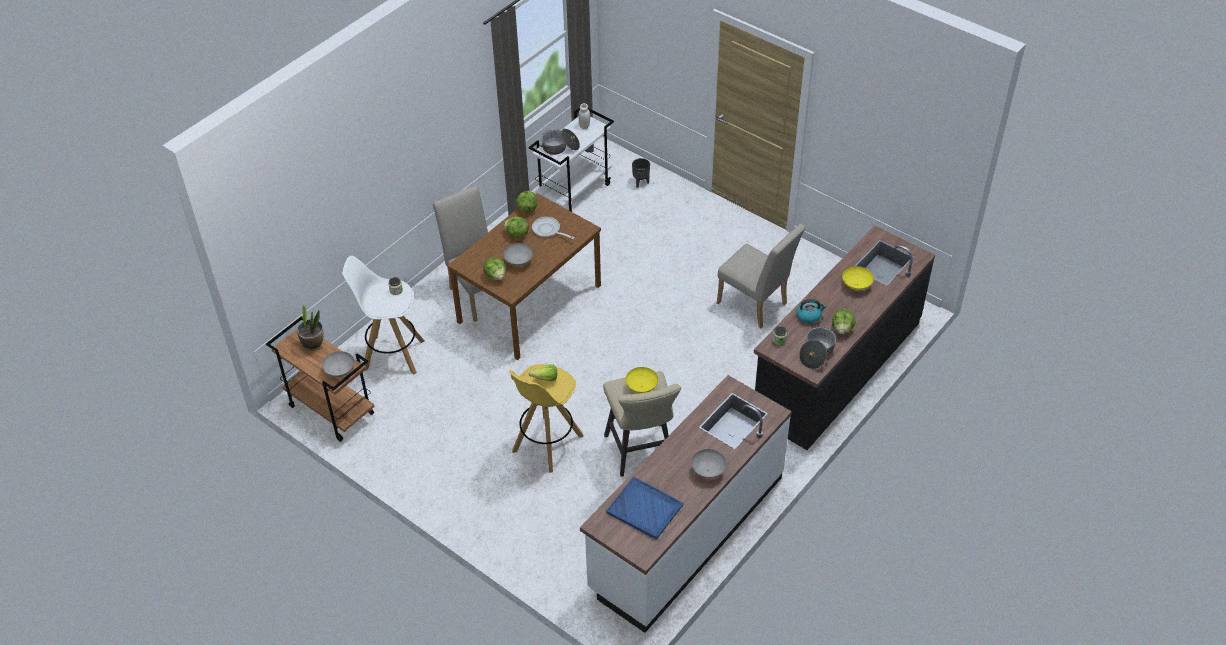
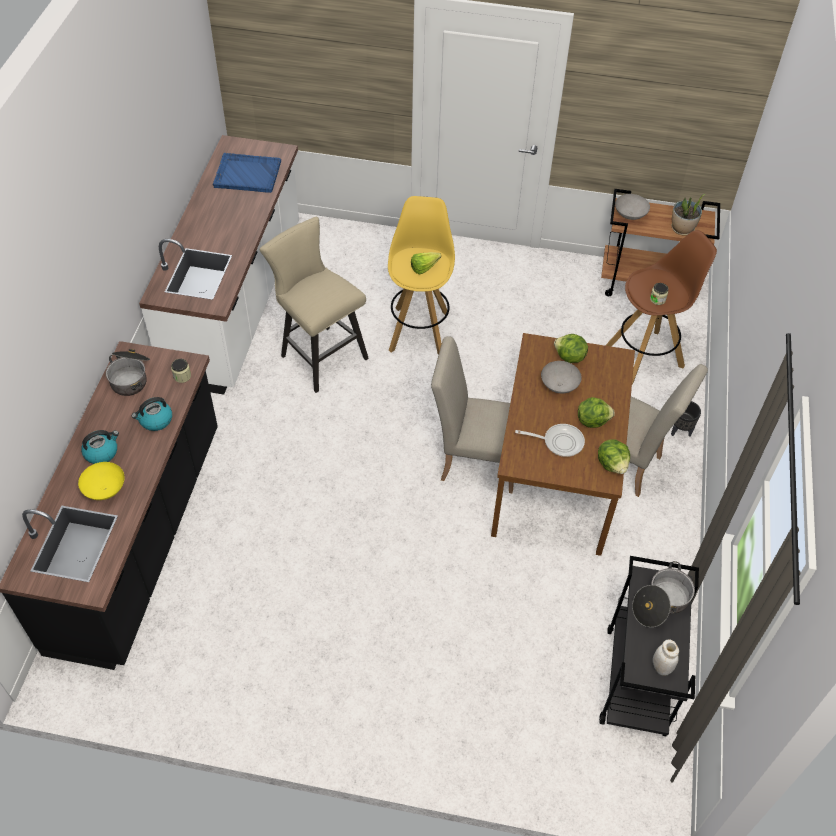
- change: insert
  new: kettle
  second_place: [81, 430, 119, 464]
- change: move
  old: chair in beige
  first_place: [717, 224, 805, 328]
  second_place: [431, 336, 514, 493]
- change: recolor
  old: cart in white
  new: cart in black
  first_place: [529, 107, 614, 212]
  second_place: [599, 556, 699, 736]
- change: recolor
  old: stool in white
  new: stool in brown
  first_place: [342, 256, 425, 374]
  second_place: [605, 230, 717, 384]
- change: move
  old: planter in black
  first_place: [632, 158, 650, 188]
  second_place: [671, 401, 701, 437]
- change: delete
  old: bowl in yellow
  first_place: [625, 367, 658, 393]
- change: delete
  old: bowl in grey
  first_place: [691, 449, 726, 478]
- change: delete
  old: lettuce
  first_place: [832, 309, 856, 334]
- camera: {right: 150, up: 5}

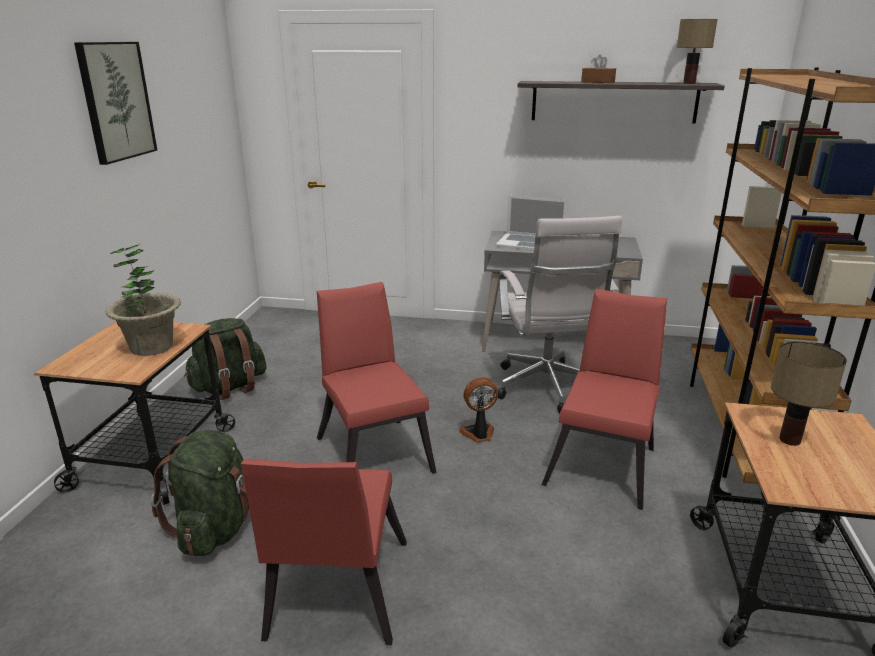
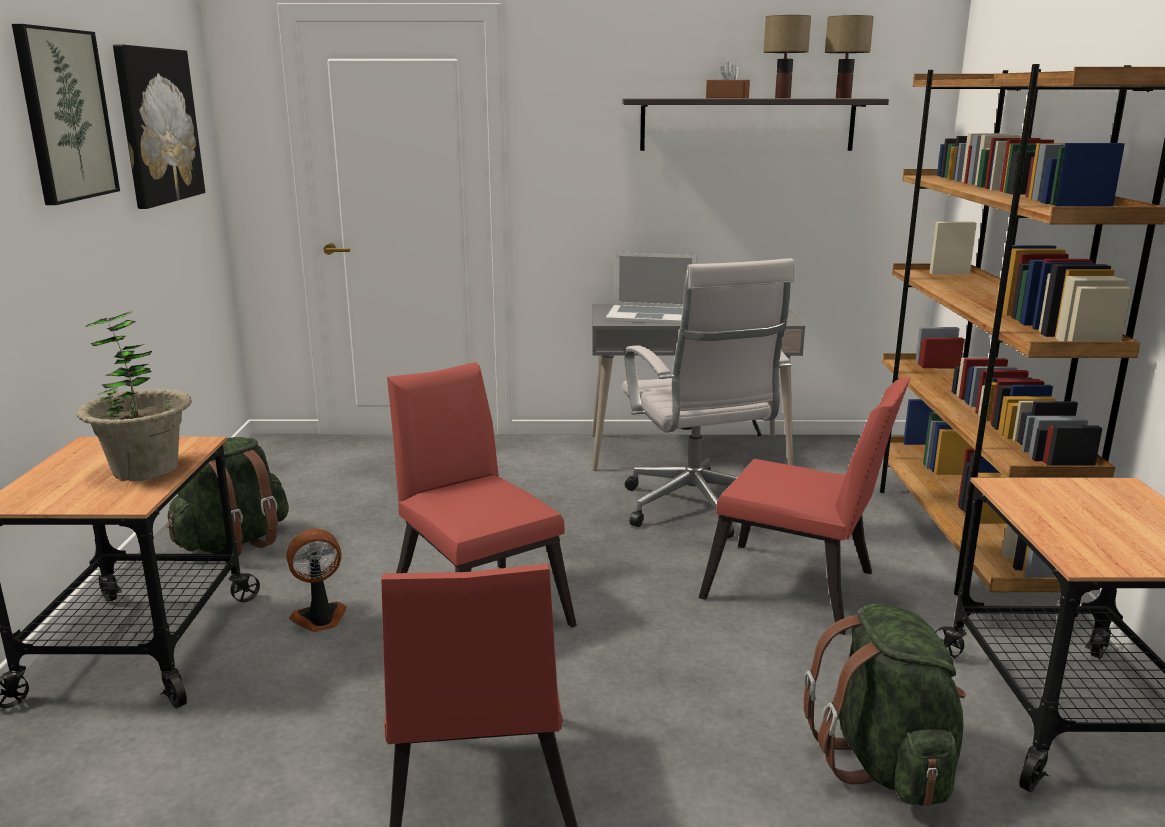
- change: insert
  new: picture
  second_place: [113, 45, 205, 209]
- change: move
  old: fan
  first_place: [459, 377, 498, 443]
  second_place: [286, 529, 346, 632]
- change: rotate
  old: chair in red
  first_place: [542, 288, 667, 510]
  second_place: [699, 377, 910, 635]
  degrees: 105
- change: move
  old: table lamp
  first_place: [771, 341, 847, 446]
  second_place: [763, 15, 811, 98]
- change: move
  old: backpack in green
  first_place: [151, 430, 249, 556]
  second_place: [804, 604, 966, 807]
- camera: {right: -10, up: -5}

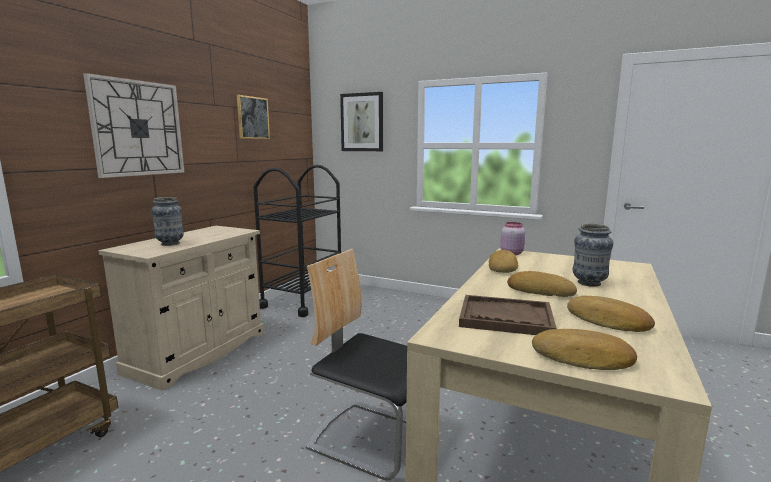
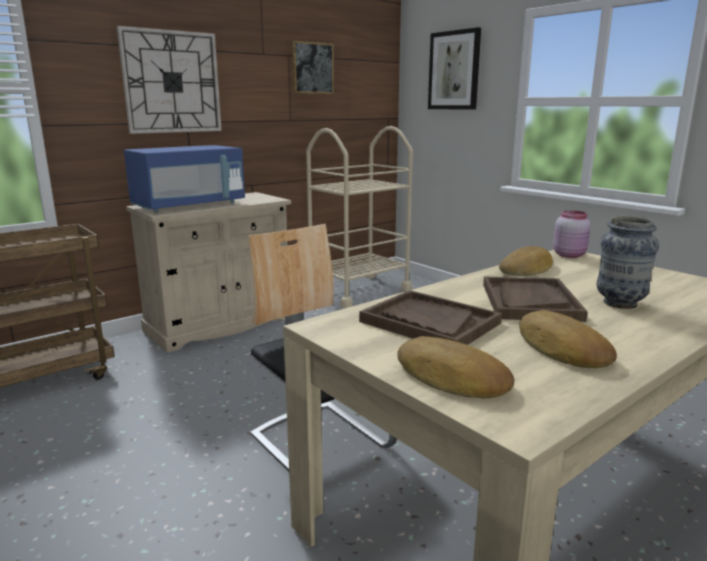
- change: replace
  old: vase
  new: microwave in blue
  first_place: [151, 197, 184, 246]
  second_place: [124, 145, 245, 213]
- change: recolor
  old: cart in black
  new: cart in beige
  first_place: [253, 165, 341, 317]
  second_place: [306, 126, 413, 308]
- change: replace
  old: bread
  new: tray in brown
  first_place: [507, 271, 577, 297]
  second_place: [483, 276, 588, 322]
- camera: {right: 25, up: 5}

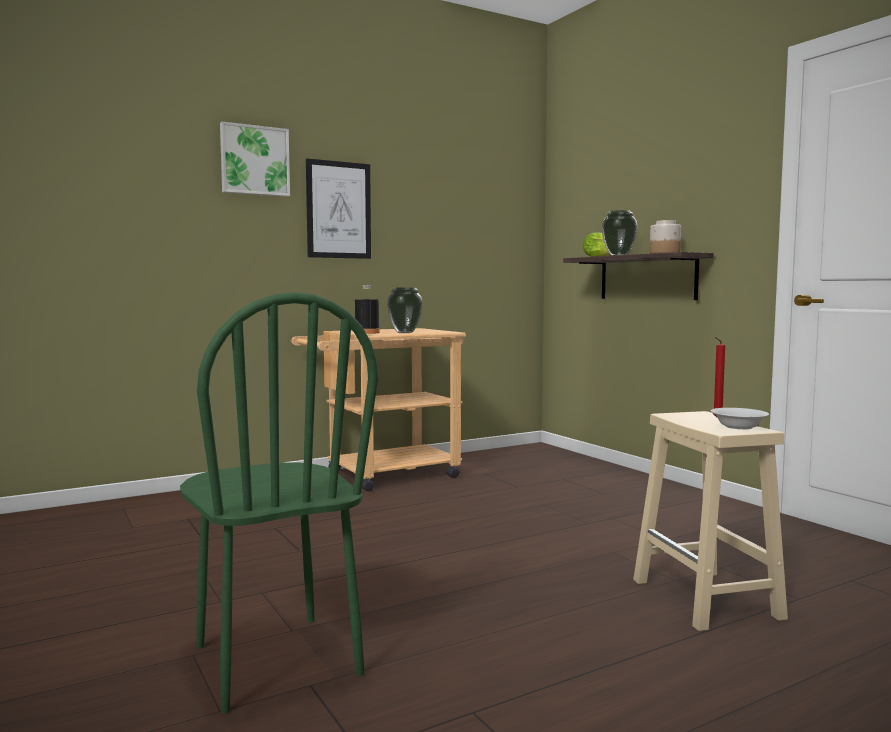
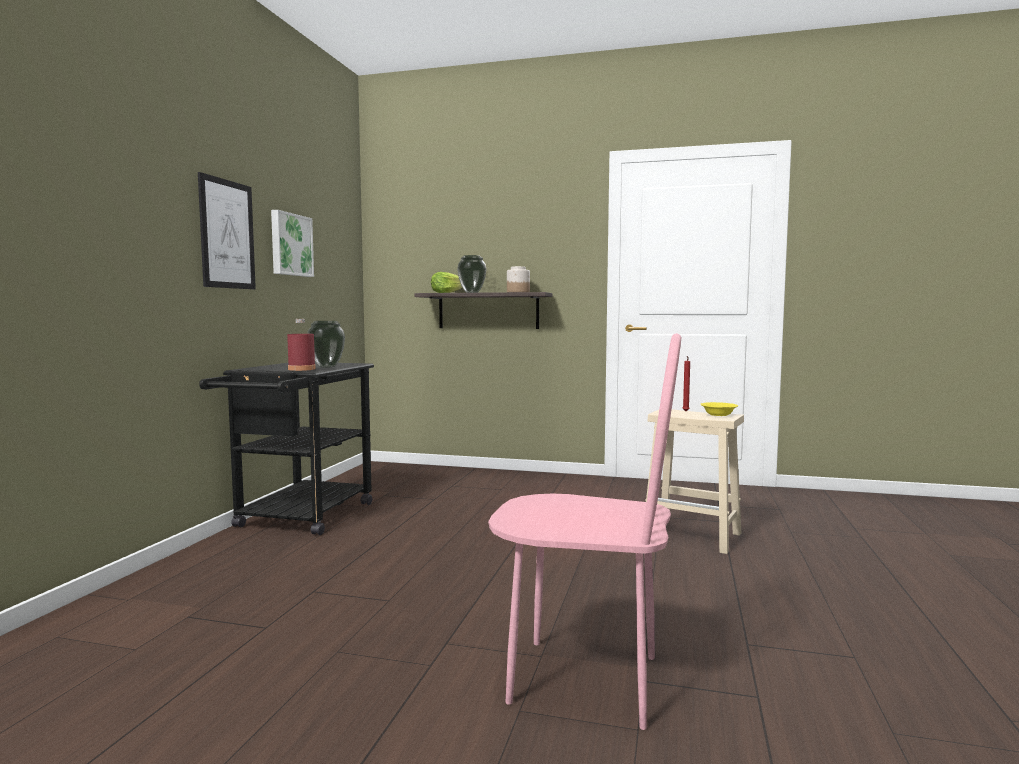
- change: recolor
  old: cart in beige
  new: cart in black
  first_place: [291, 328, 466, 492]
  second_place: [199, 363, 374, 535]
- change: move
  old: picture
  first_place: [220, 122, 290, 197]
  second_place: [271, 210, 314, 277]
- change: recolor
  old: bottle in black
  new: bottle in red
  first_place: [355, 285, 380, 334]
  second_place: [287, 319, 316, 371]
- change: recolor
  old: chair in green
  new: chair in pink
  first_place: [180, 292, 378, 714]
  second_place: [488, 333, 681, 730]
- change: recolor
  old: bowl in white
  new: bowl in yellow
  first_place: [711, 408, 769, 430]
  second_place: [700, 402, 738, 416]
- camera: {right: -45, up: 0}

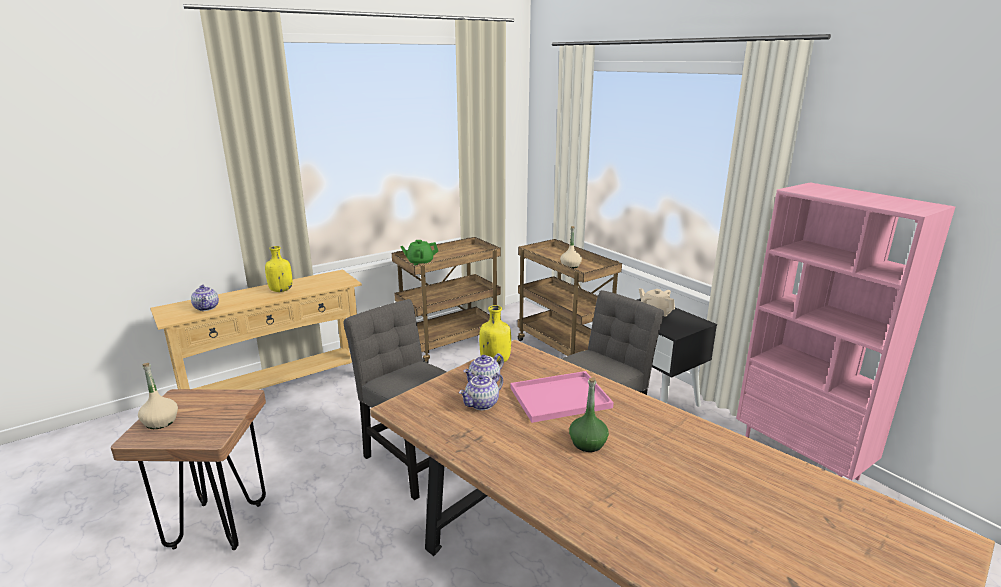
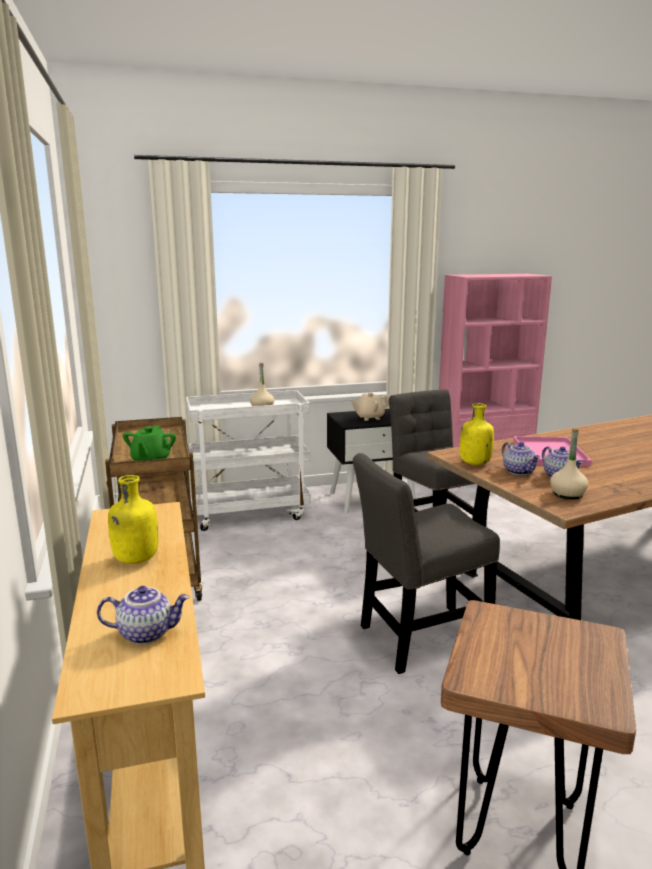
- change: recolor
  old: cart in brown
  new: cart in white
  first_place: [517, 239, 622, 356]
  second_place: [186, 390, 311, 531]
- change: move
  old: bottle in beige
  first_place: [138, 363, 178, 429]
  second_place: [550, 428, 589, 499]
- change: delete
  old: bottle in green
  first_place: [569, 377, 609, 452]
- camera: {right: -70, up: -5}

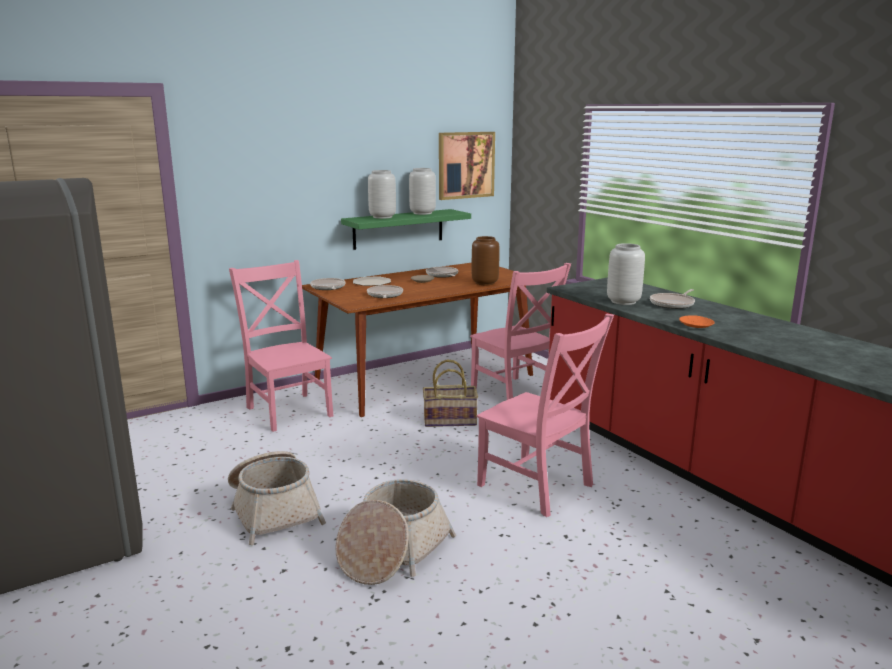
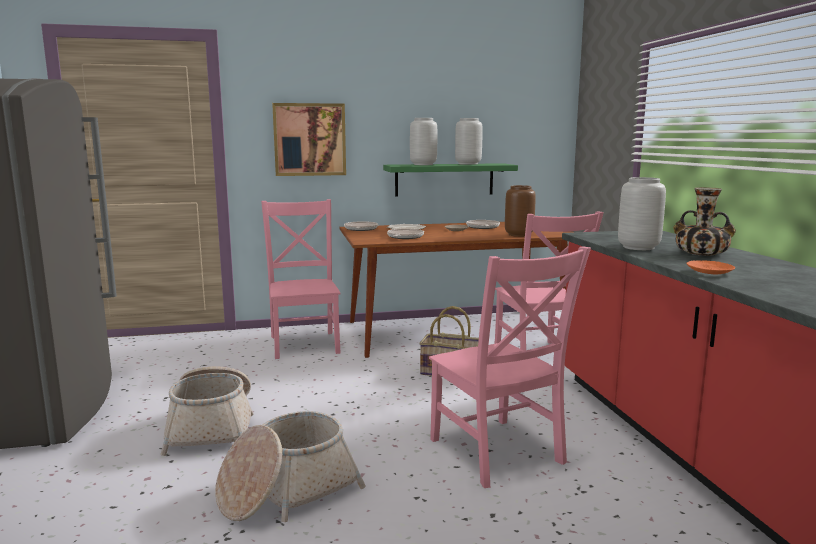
- change: move
  old: picture
  first_place: [439, 132, 495, 200]
  second_place: [272, 103, 346, 176]
- change: replace
  old: frying pan
  new: vase
  first_place: [650, 289, 695, 309]
  second_place: [673, 187, 736, 256]
- camera: {right: 20, up: -5}

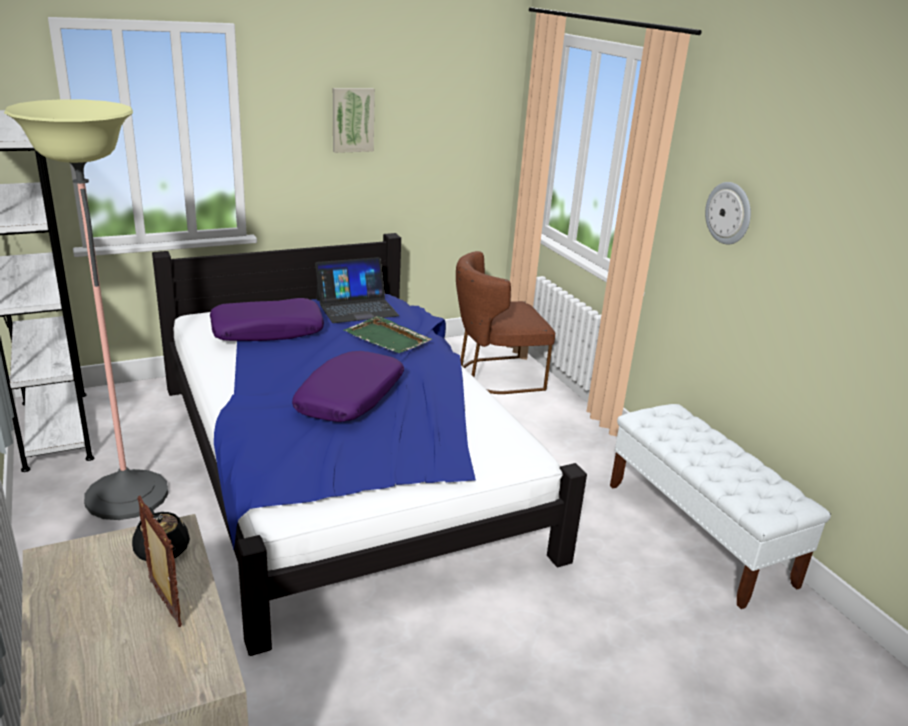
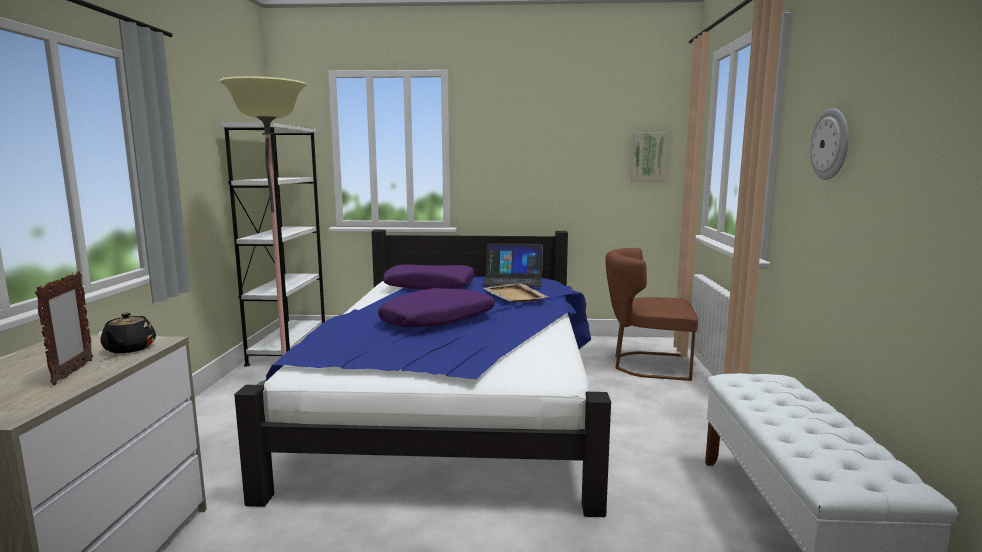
- change: recolor
  old: tray in green
  new: tray in beige
  first_place: [343, 316, 432, 353]
  second_place: [484, 283, 548, 302]
- change: move
  old: picture
  first_place: [333, 88, 375, 153]
  second_place: [631, 132, 668, 182]
- camera: {right: 30, up: -15}

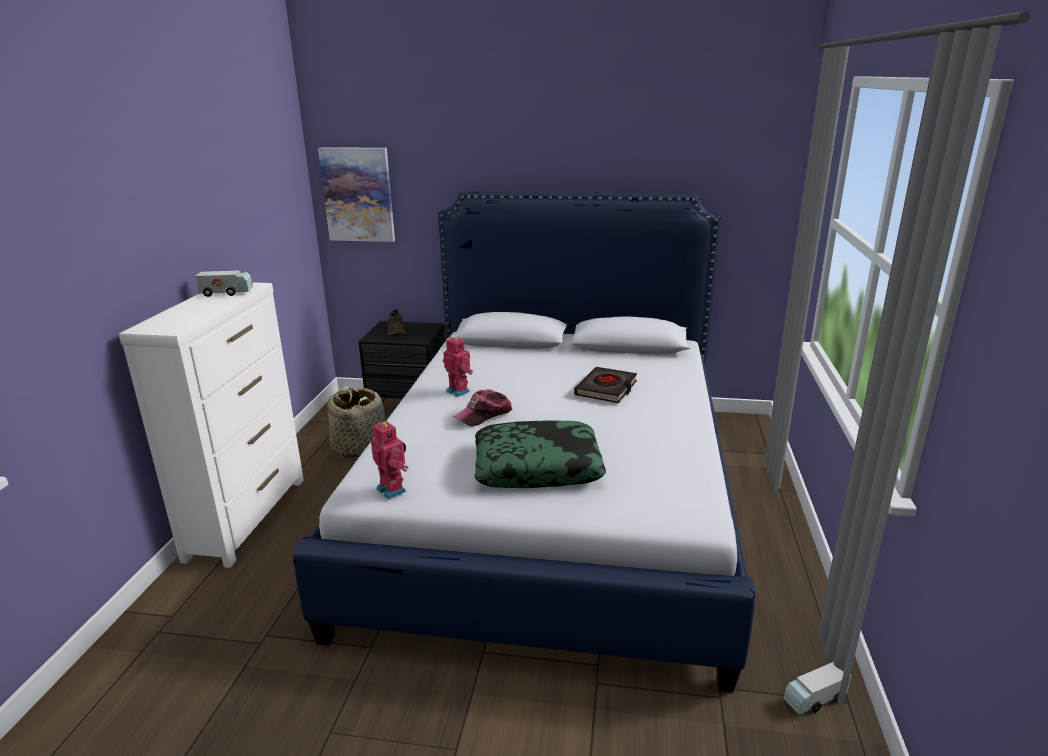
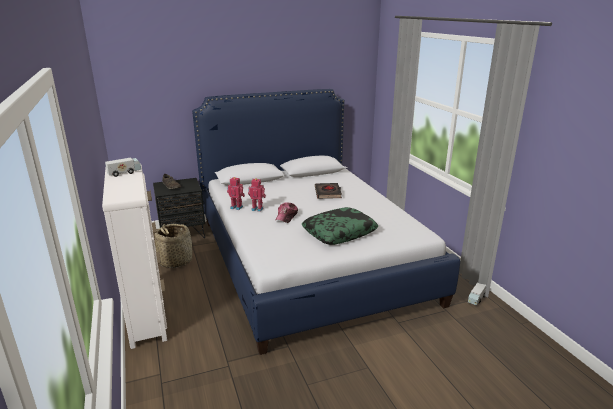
- change: move
  old: toy robot
  first_place: [371, 420, 408, 499]
  second_place: [227, 177, 245, 210]
- change: delete
  old: picture
  first_place: [318, 148, 395, 242]
- camera: {right: -30, up: 0}

